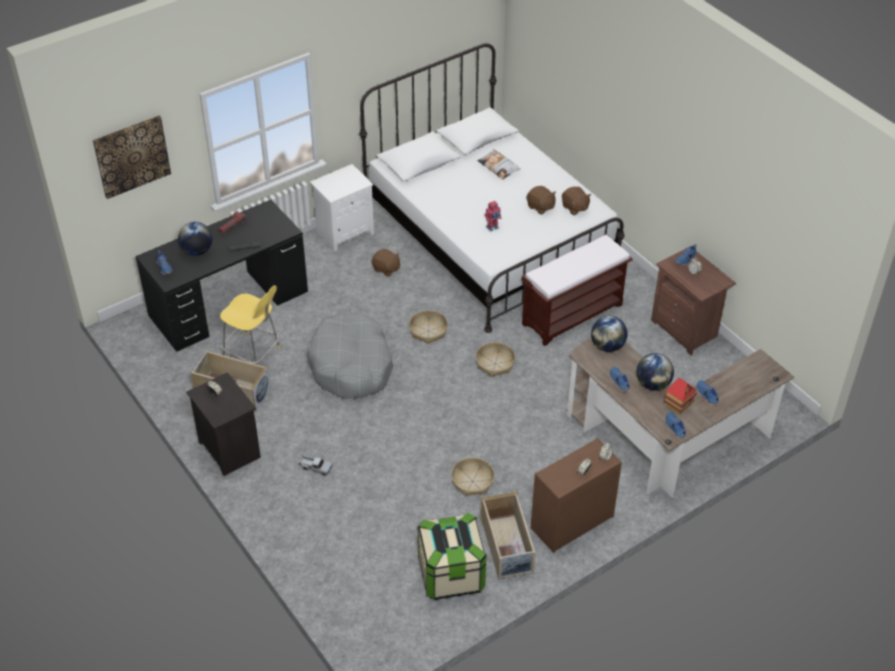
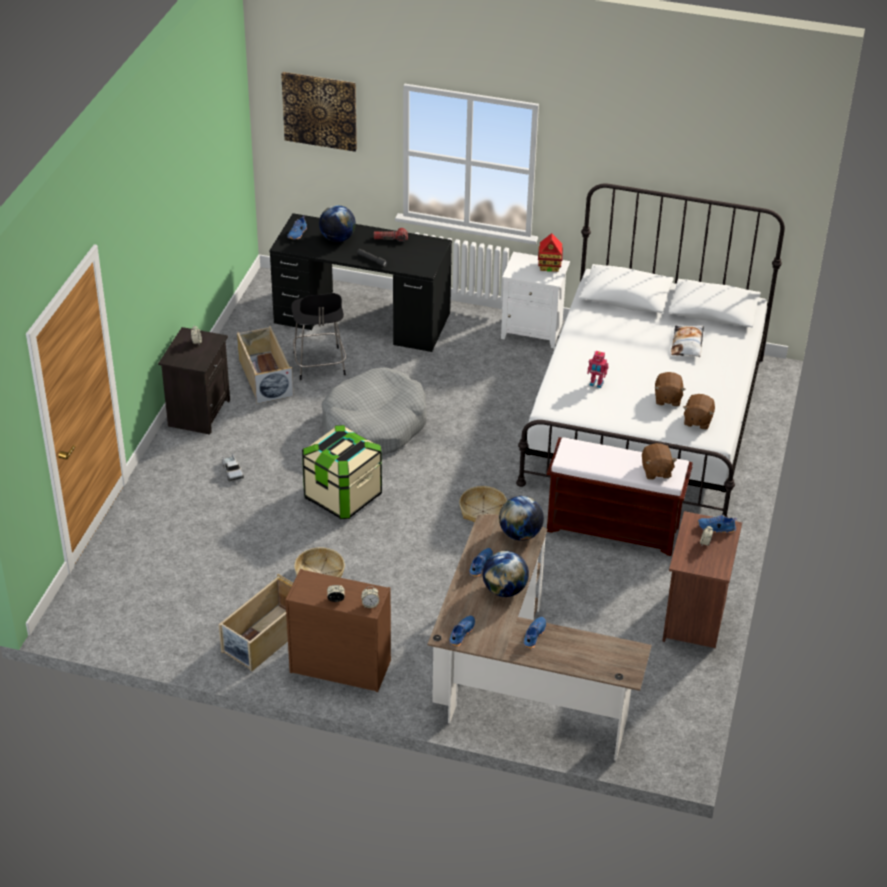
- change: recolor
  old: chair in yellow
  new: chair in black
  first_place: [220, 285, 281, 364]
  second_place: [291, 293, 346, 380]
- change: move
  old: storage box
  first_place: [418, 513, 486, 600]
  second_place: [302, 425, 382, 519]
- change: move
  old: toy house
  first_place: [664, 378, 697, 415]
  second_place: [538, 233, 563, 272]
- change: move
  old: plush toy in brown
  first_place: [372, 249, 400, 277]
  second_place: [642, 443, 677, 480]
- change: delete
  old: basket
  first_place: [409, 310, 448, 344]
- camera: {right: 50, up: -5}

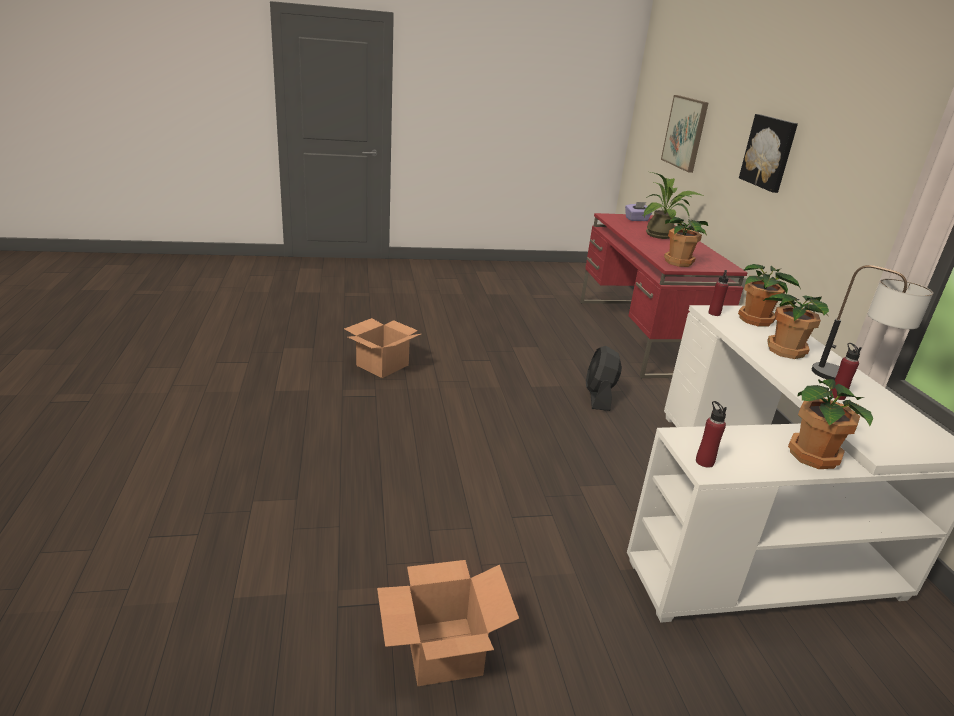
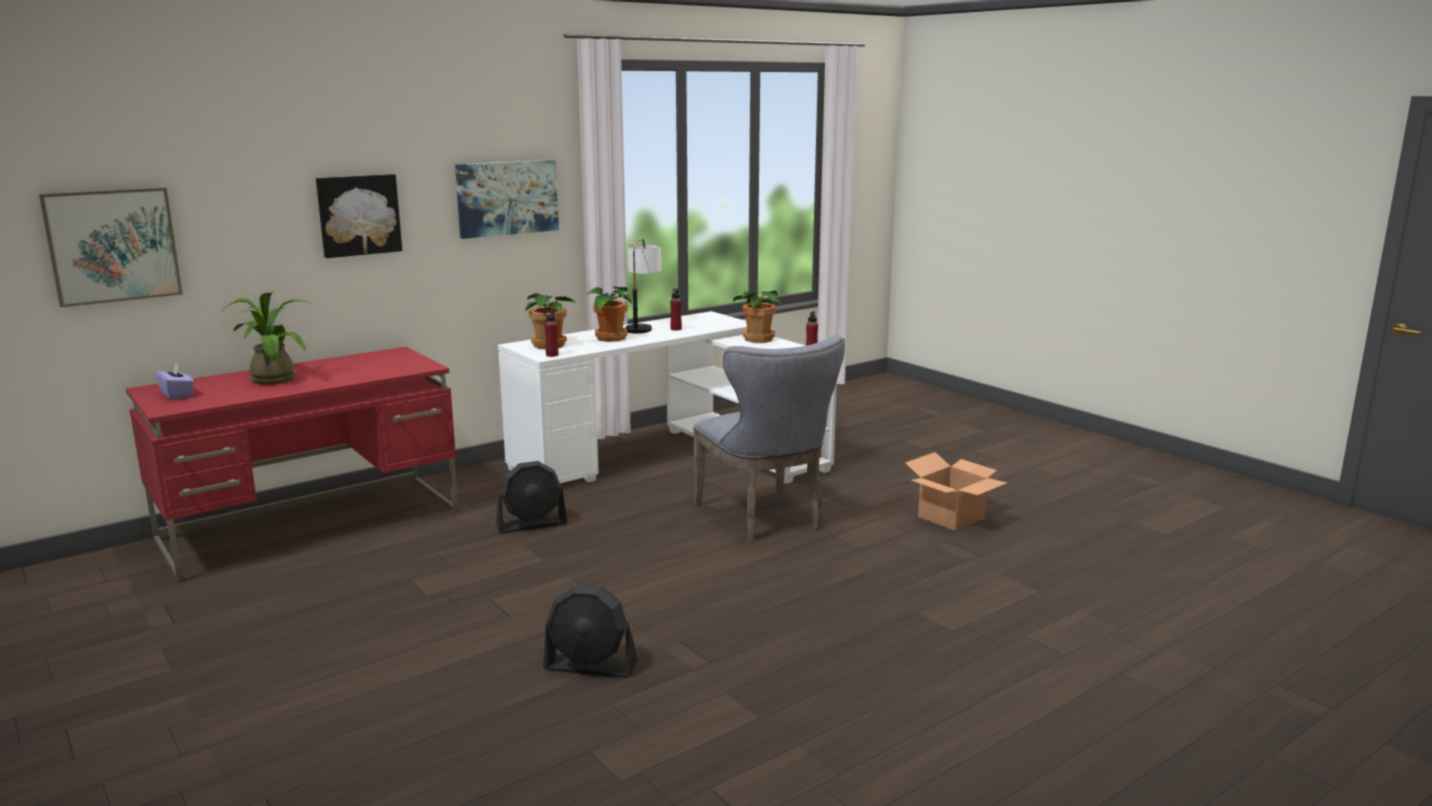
- change: insert
  new: picture
  second_place: [455, 160, 559, 239]
- change: replace
  old: cardboard box
  new: fan in black
  first_place: [344, 318, 421, 378]
  second_place: [543, 585, 638, 678]
- change: insert
  new: chair in grey
  second_place: [693, 335, 845, 541]
- change: delete
  old: potted plant
  first_place: [664, 217, 708, 267]
- camera: {right: -115, up: -10}

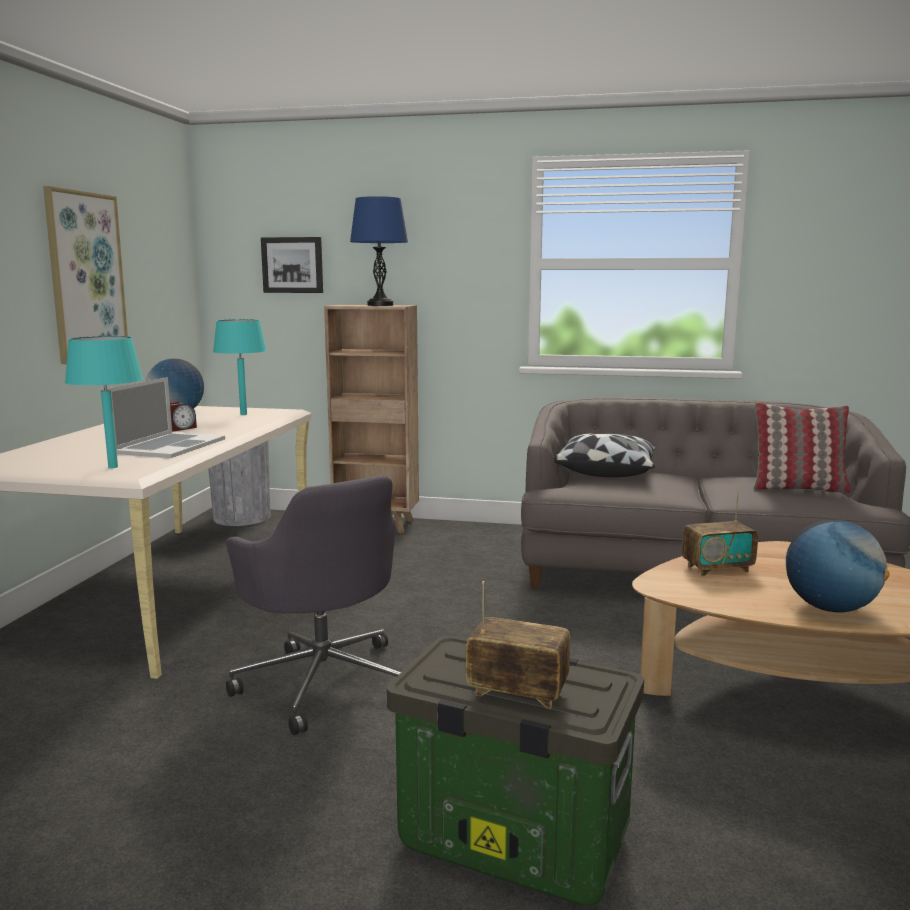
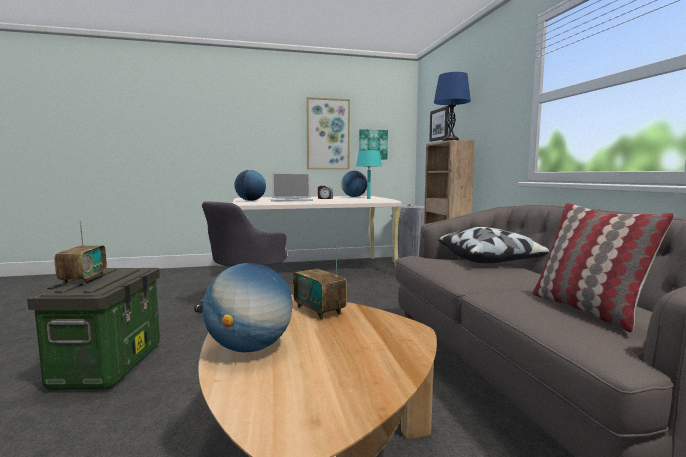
- change: replace
  old: table lamp in turquoise
  new: globe
  first_place: [65, 336, 143, 468]
  second_place: [234, 170, 266, 201]
- change: insert
  new: picture
  second_place: [359, 129, 388, 160]
- camera: {right: 65, up: -5}

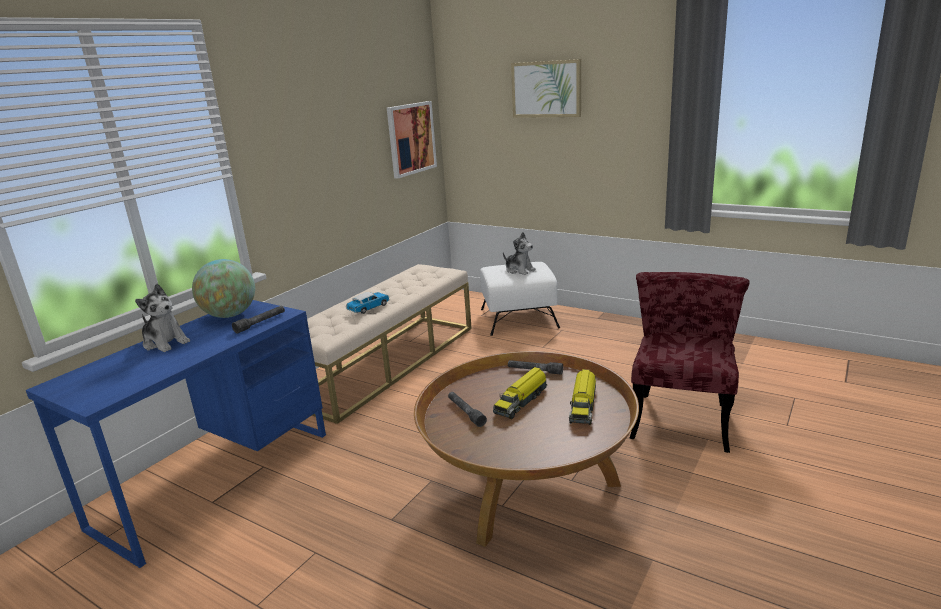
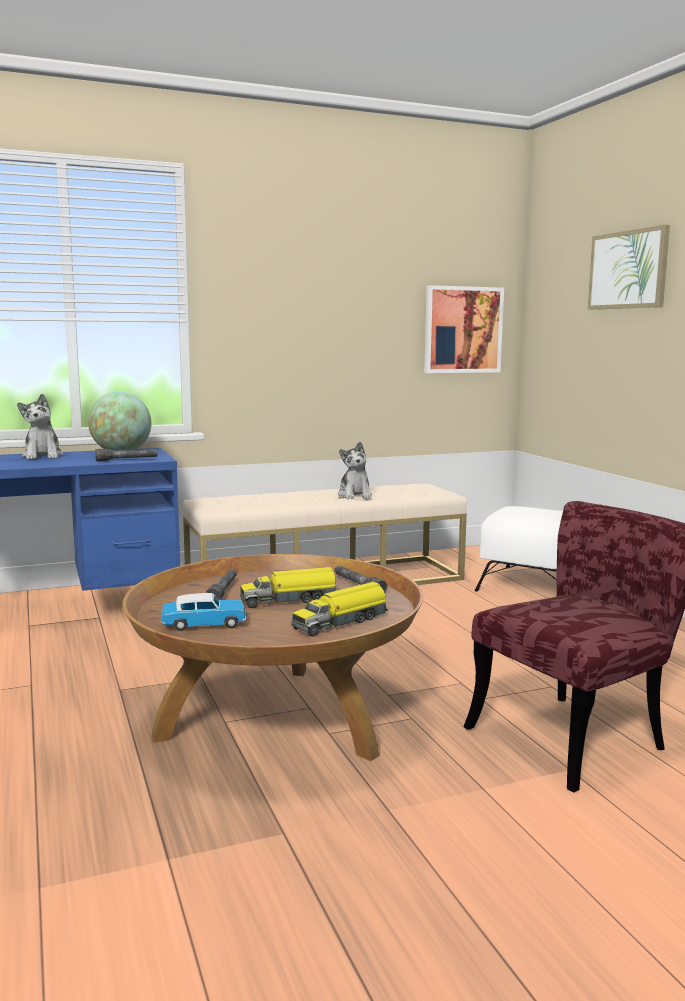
- change: move
  old: toy car
  first_place: [346, 292, 390, 314]
  second_place: [161, 593, 247, 631]
- change: move
  old: plush toy
  first_place: [503, 232, 536, 275]
  second_place: [338, 442, 372, 499]
- camera: {right: 35, up: -10}

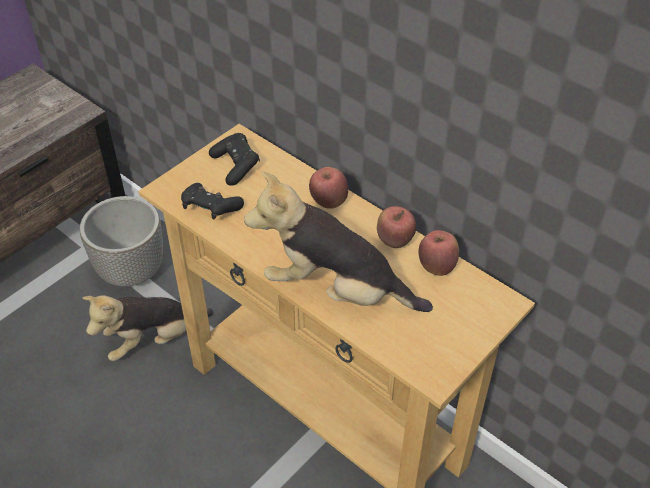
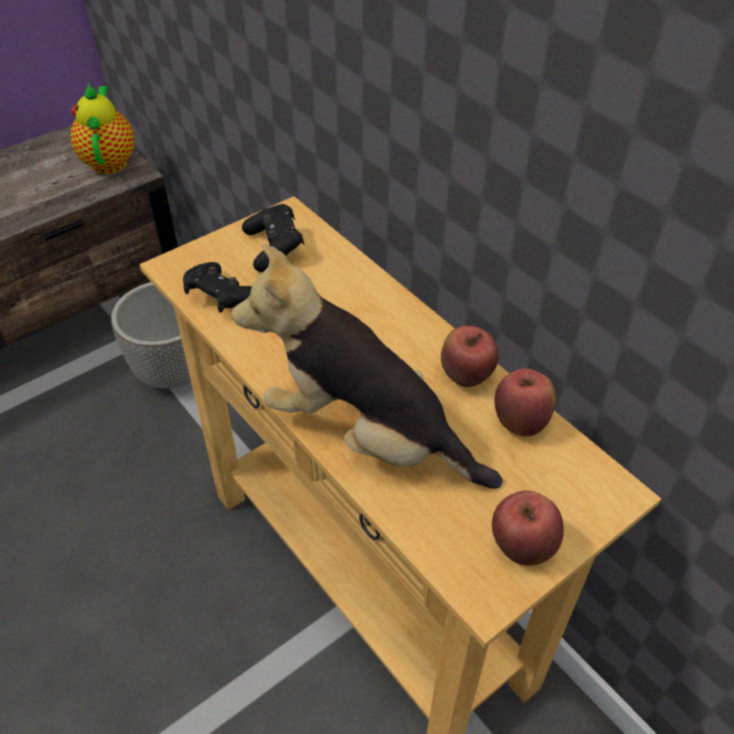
- change: insert
  new: teapot
  second_place: [70, 83, 135, 174]
- change: move
  old: apple
  first_place: [309, 167, 348, 209]
  second_place: [492, 490, 564, 566]
- change: delete
  old: plush toy
  first_place: [83, 295, 214, 361]
- camera: {right: 10, up: 0}

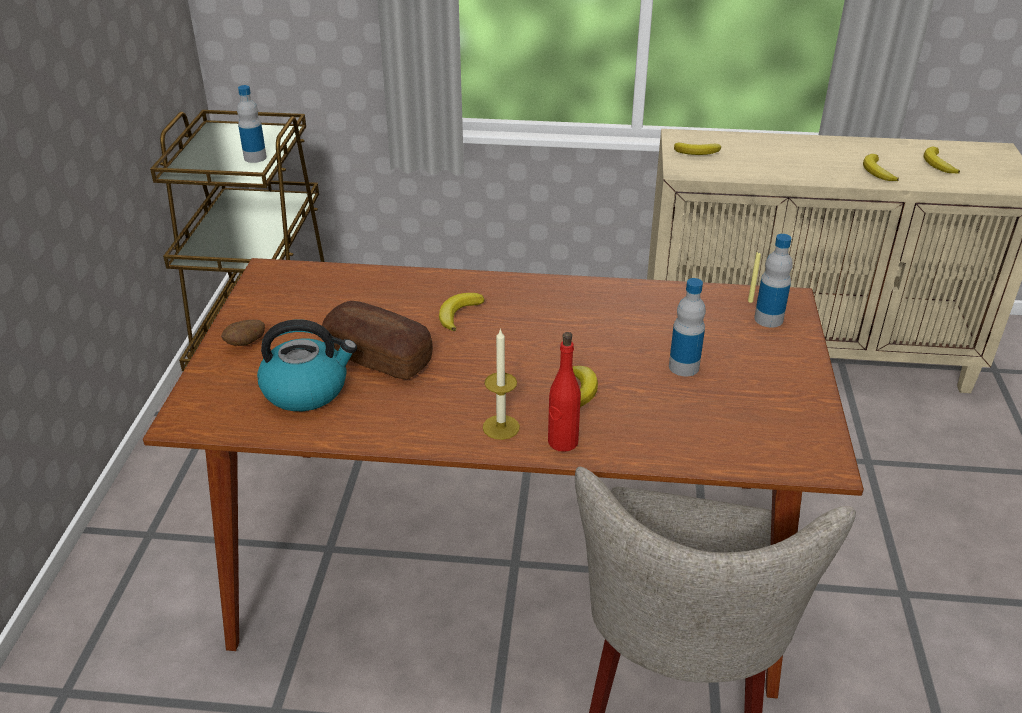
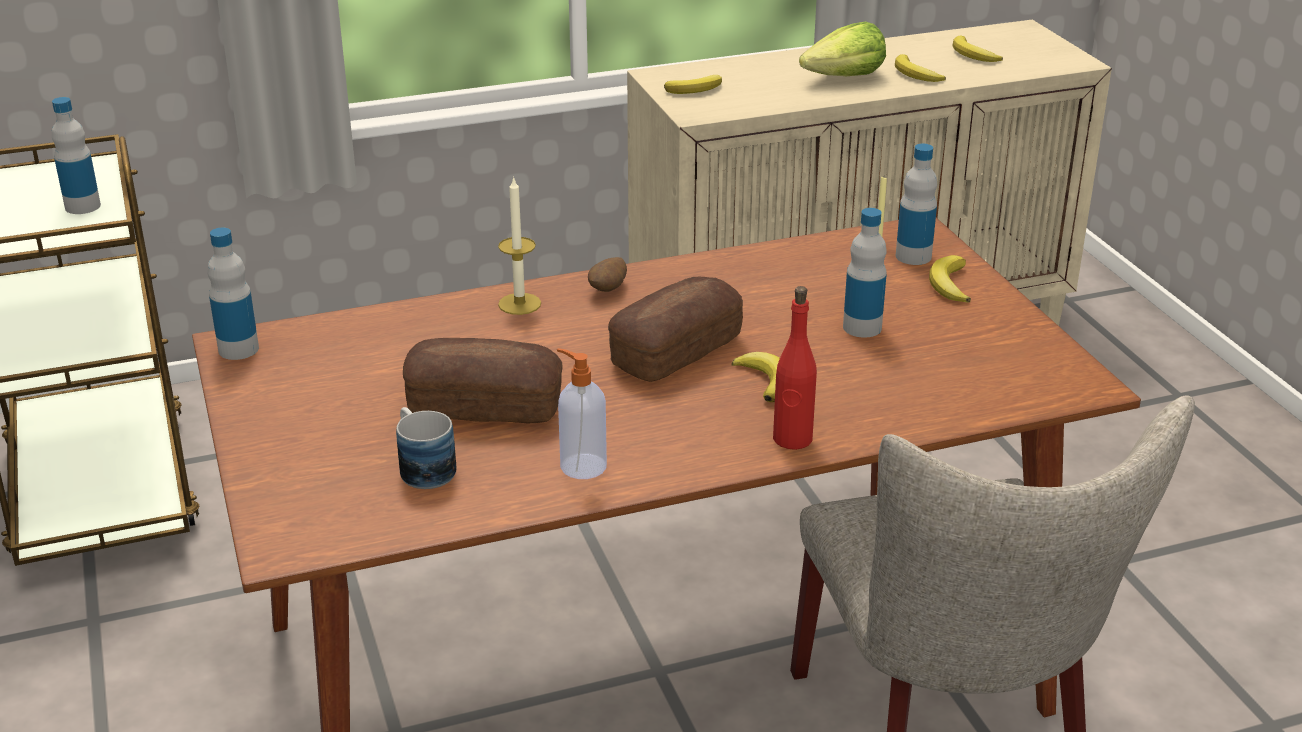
- change: insert
  new: bottle
  second_place: [207, 228, 259, 360]
- change: replace
  old: kettle
  new: mug
  first_place: [257, 319, 357, 411]
  second_place: [396, 407, 456, 489]
- change: move
  old: candle
  first_place: [483, 328, 520, 440]
  second_place: [498, 176, 541, 315]
- change: insert
  new: soap dispenser
  second_place: [557, 348, 607, 479]
- change: move
  old: potato
  first_place: [221, 320, 265, 346]
  second_place: [588, 257, 627, 292]
- change: insert
  new: bread
  second_place: [608, 277, 743, 382]
- change: insert
  new: lettuce
  second_place: [799, 22, 886, 76]
- change: move
  old: banana
  first_place: [439, 293, 484, 331]
  second_place: [929, 255, 971, 303]
- camera: {right: -25, up: -5}

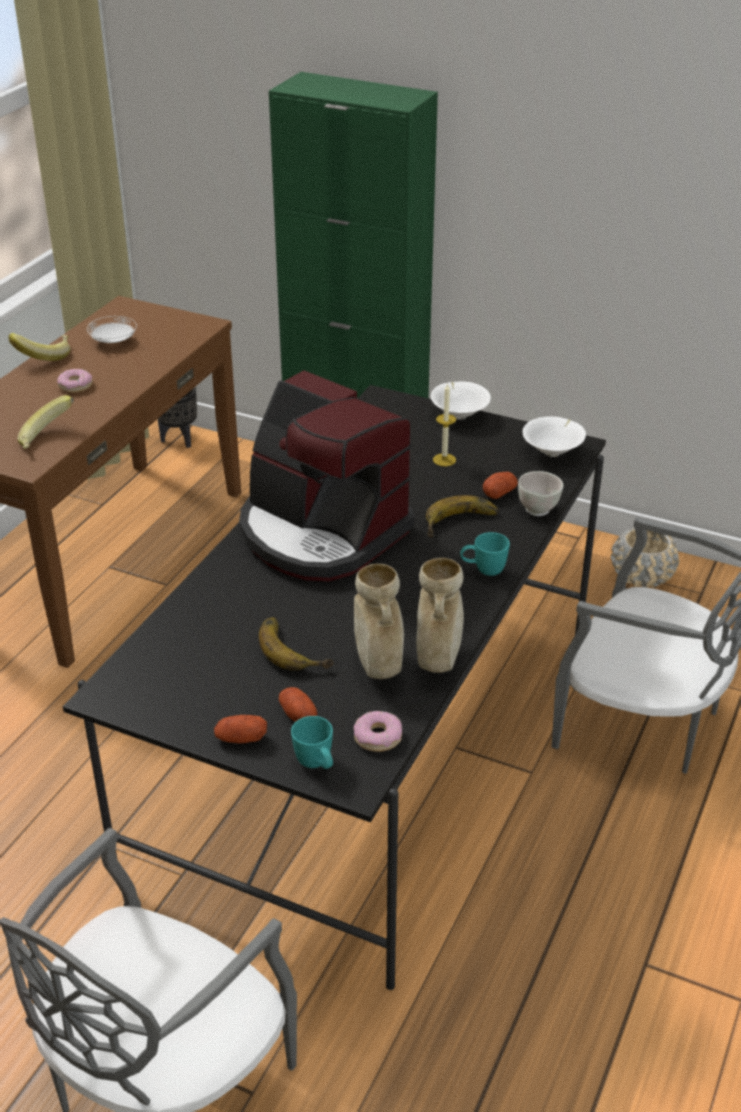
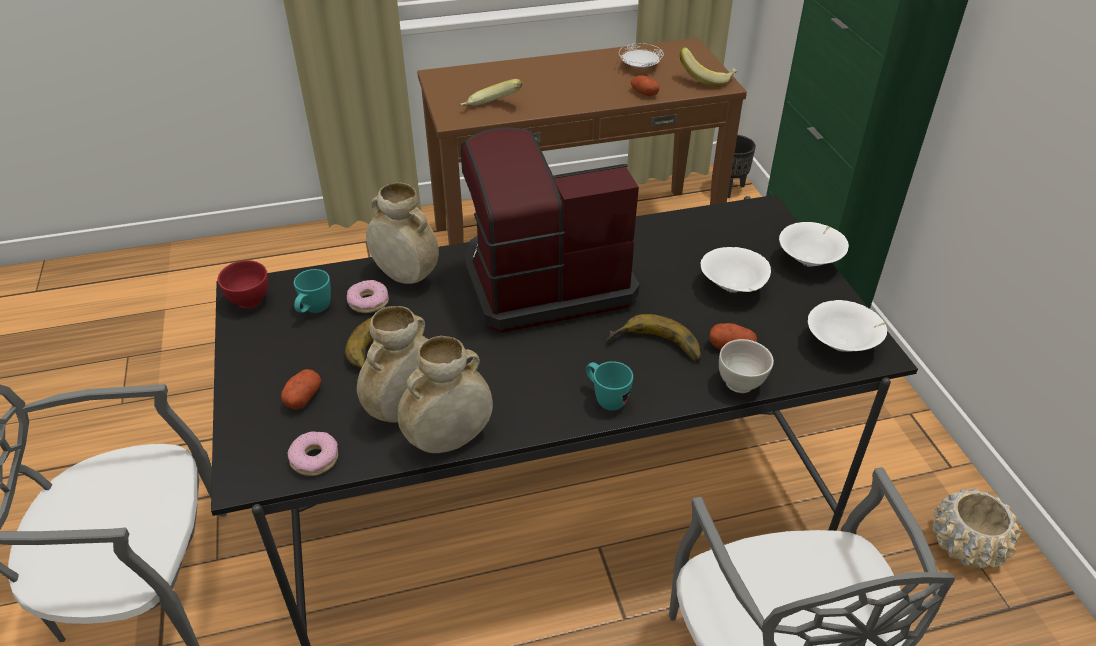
- change: insert
  new: bowl in red
  second_place: [218, 260, 268, 308]
- change: move
  old: mug in turquoise
  first_place: [291, 716, 333, 769]
  second_place: [294, 269, 331, 313]
- change: move
  old: donut
  first_place: [57, 369, 93, 393]
  second_place: [347, 280, 389, 313]
- change: insert
  new: vase in beige
  second_place: [366, 182, 439, 284]
- change: rotate
  old: coffee machine
  first_place: [239, 370, 414, 581]
  second_place: [461, 127, 640, 333]
  degrees: 75
- change: move
  old: potato
  first_place: [214, 715, 267, 744]
  second_place: [631, 75, 659, 97]
- change: move
  old: banana
  first_place: [8, 333, 70, 361]
  second_place: [679, 47, 737, 87]
- change: replace
  old: candle
  new: bowl in white
  first_place: [433, 383, 456, 466]
  second_place: [701, 247, 771, 293]
- camera: {right: 50, up: 5}

